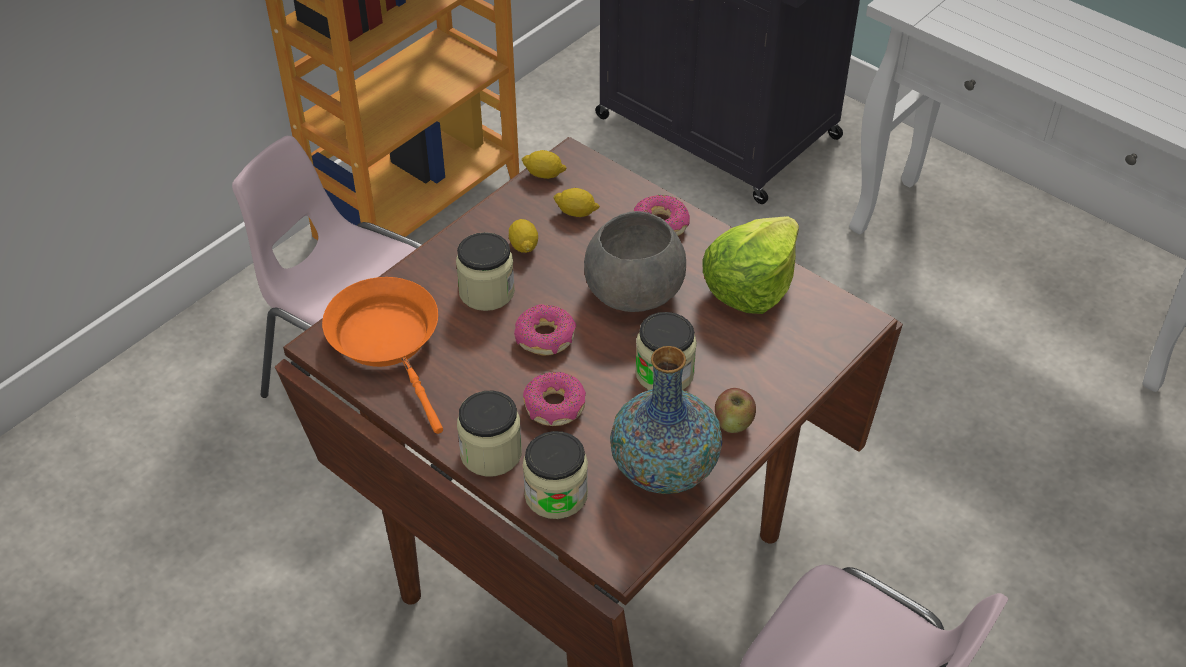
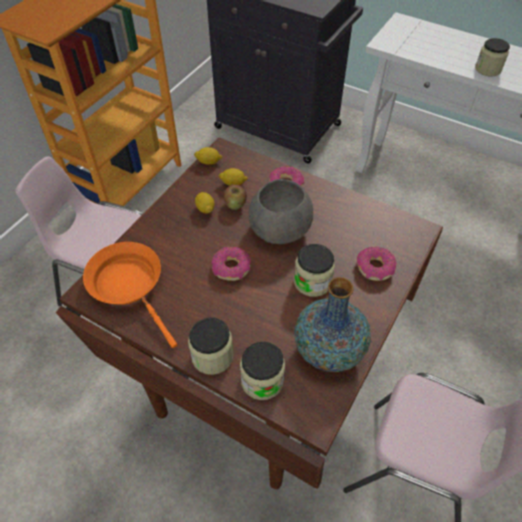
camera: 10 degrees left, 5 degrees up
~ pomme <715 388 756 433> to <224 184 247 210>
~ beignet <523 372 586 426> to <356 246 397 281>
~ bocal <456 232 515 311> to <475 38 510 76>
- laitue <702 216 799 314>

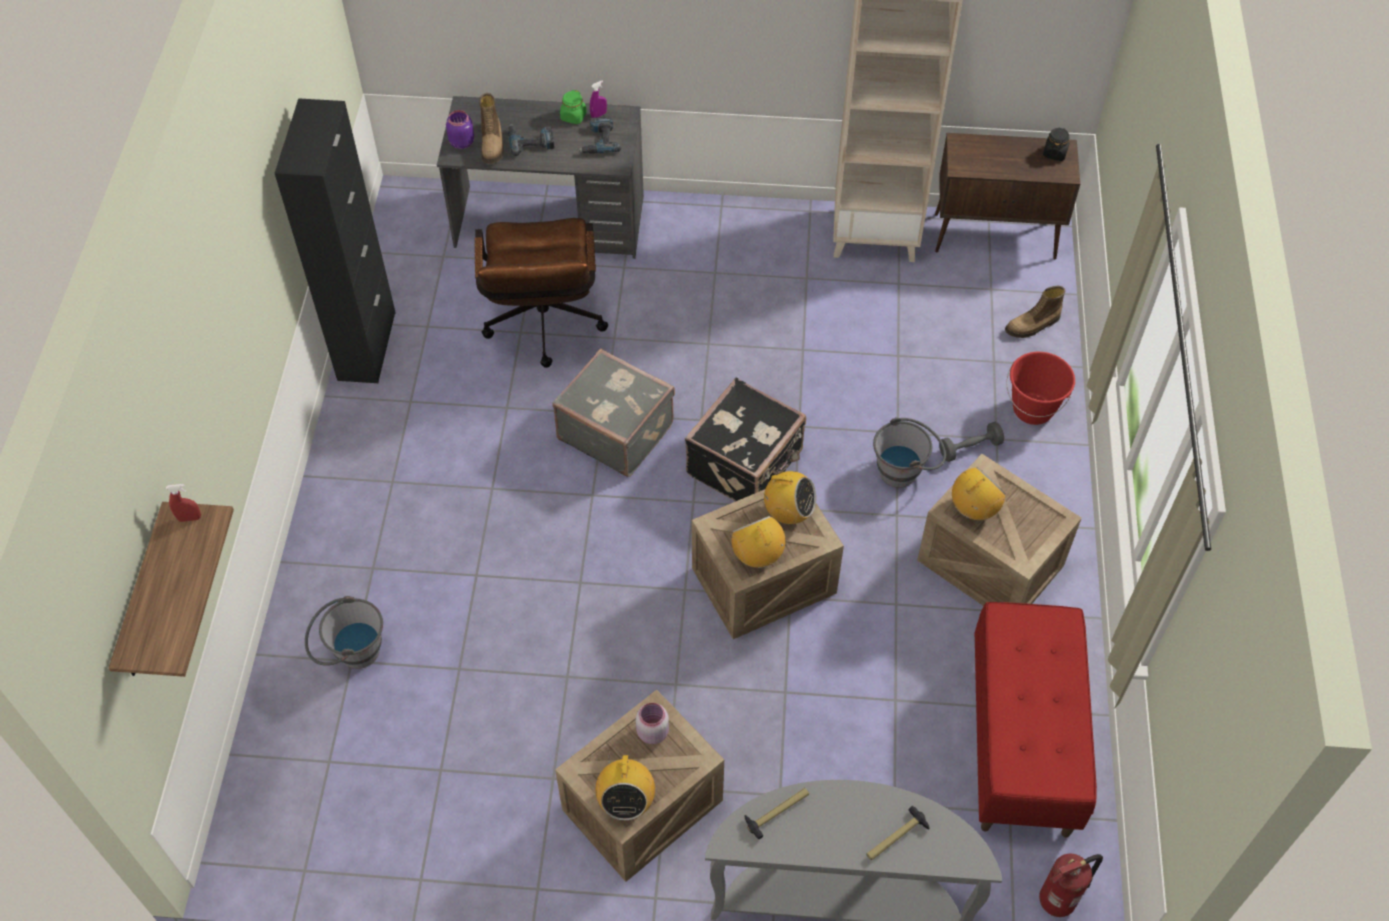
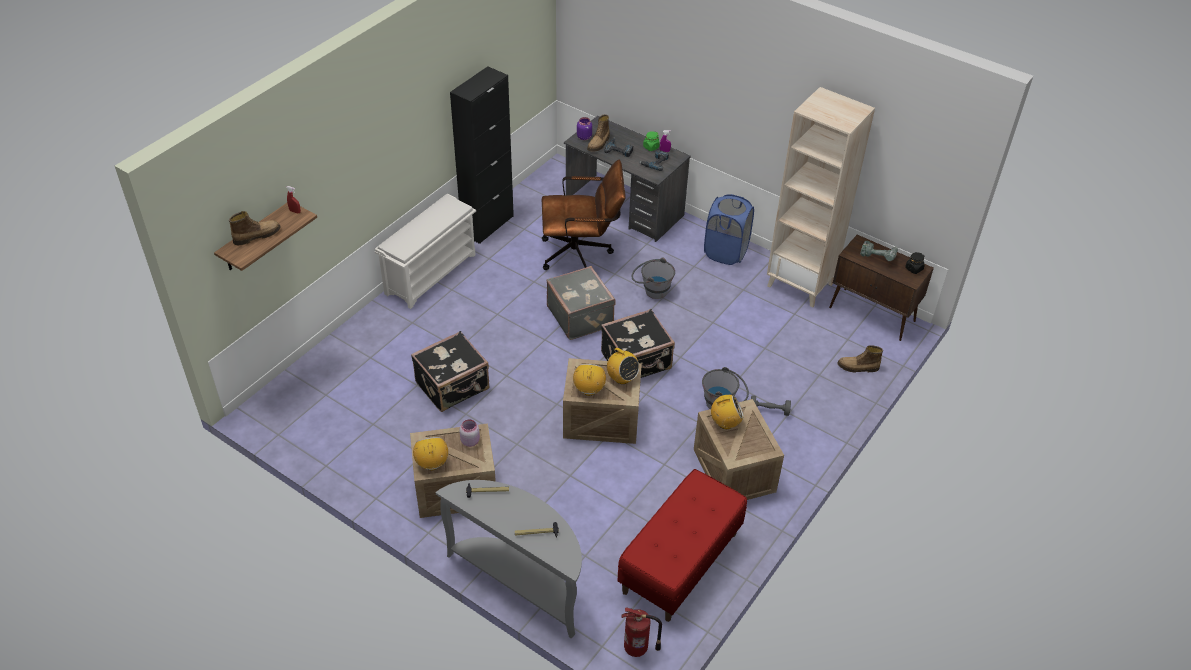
camera: 30 degrees right, 10 degrees down
+ botte <229 211 281 245>
+ étagère à chaussures [blanc] <375 194 476 309>
+ valise [noir] <411 331 489 412>
~ radio <595 750 655 820> = <413 437 448 470> 135 degrees clockwise
~ chaise de bureau [marron] <475 218 608 368> = <542 160 626 270> 120 degrees counterclockwise
~ seau [gris] <305 596 383 669> to <631 257 675 299>
+ panier à linge [bleu] <704 194 754 265>
+ perceuse <860 241 898 261>
- seau [rouge] <1006 352 1075 425>

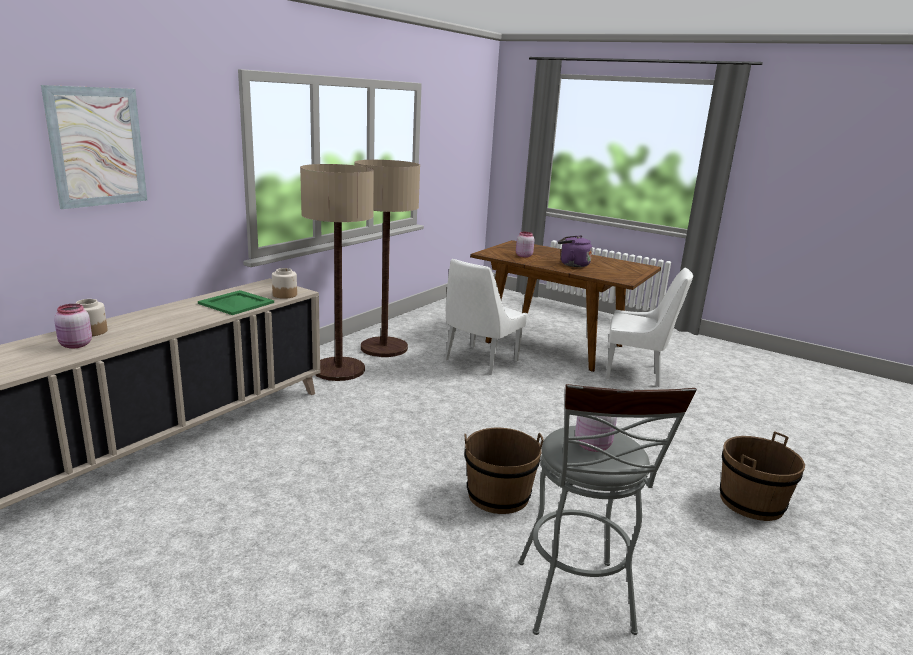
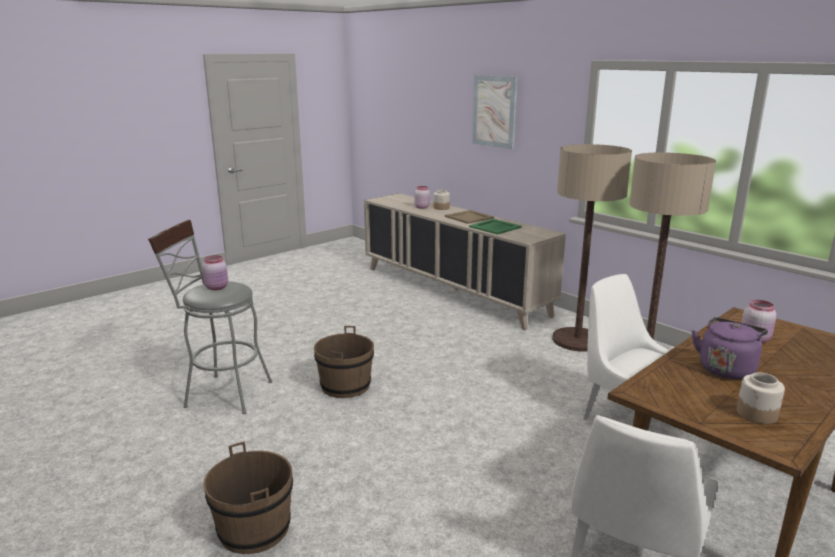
camera: 105 degrees right, 0 degrees up
+ plateau [beige] <445 210 494 224>
~ bocal <272 268 297 299> to <737 372 785 424>

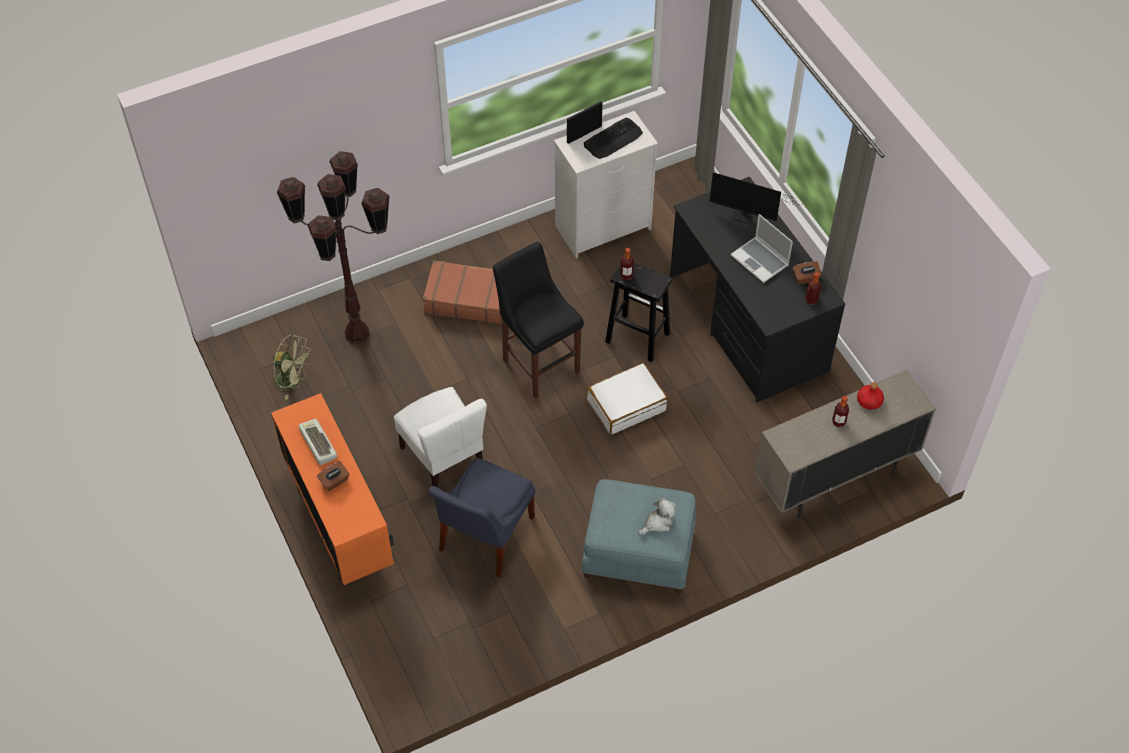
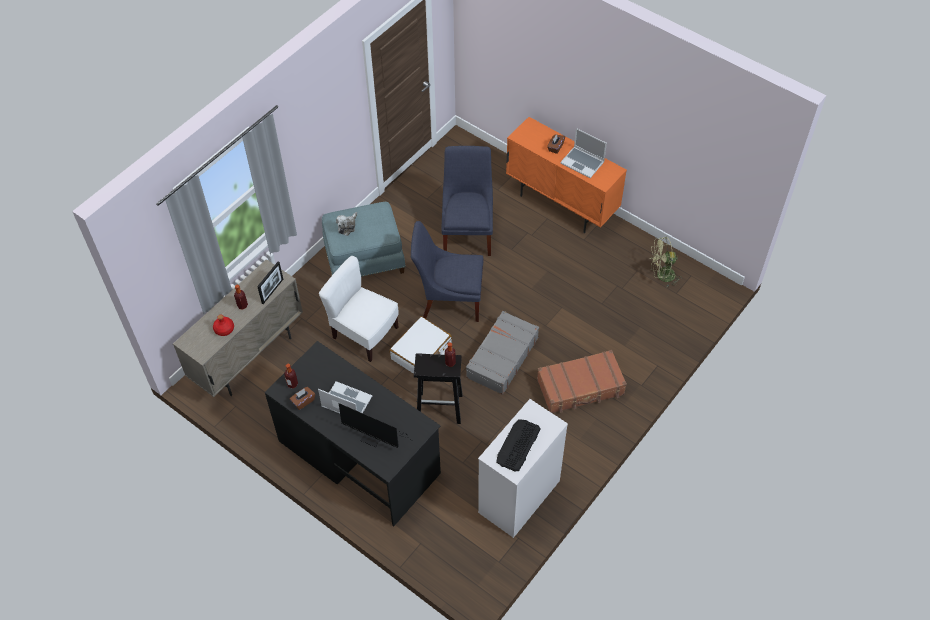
camera: 155 degrees right, 0 degrees up
~ cadre photo <567 101 602 144> to <257 262 283 304>
~ chaise [blanc] <394 387 487 488> to <319 256 398 362>
~ écran d'ordinateur <709 172 794 224> = <338 403 414 448> 150 degrees counterclockwise
+ chaise [bleu] <411 221 483 322>
~ tabouret [noir] <493 242 584 398> to valise [gris] <466 311 539 395>
~ clavier <299 419 337 465> to ordinateur portable <560 128 607 178>
- lampadaire [marron] <277 151 390 344>

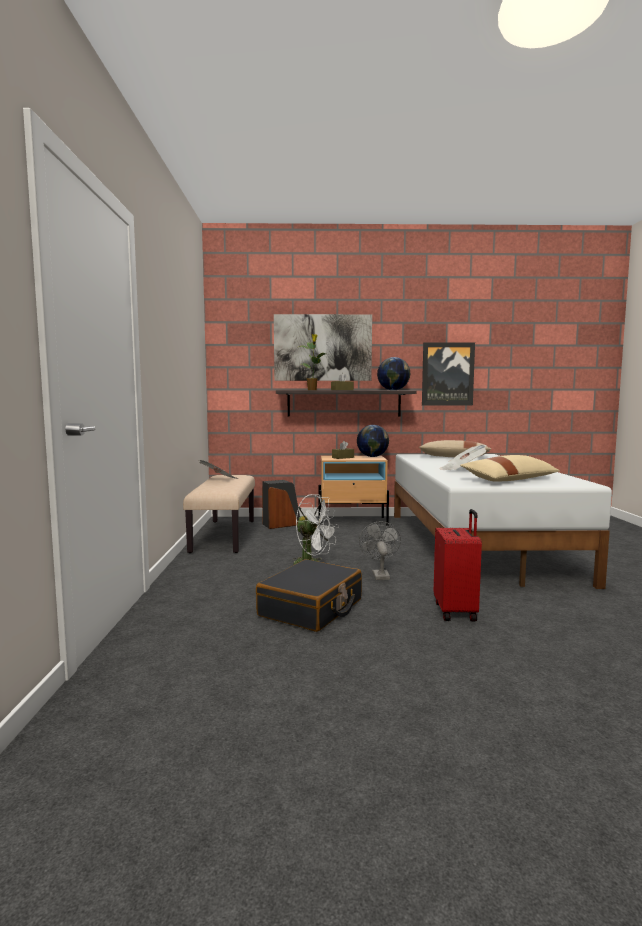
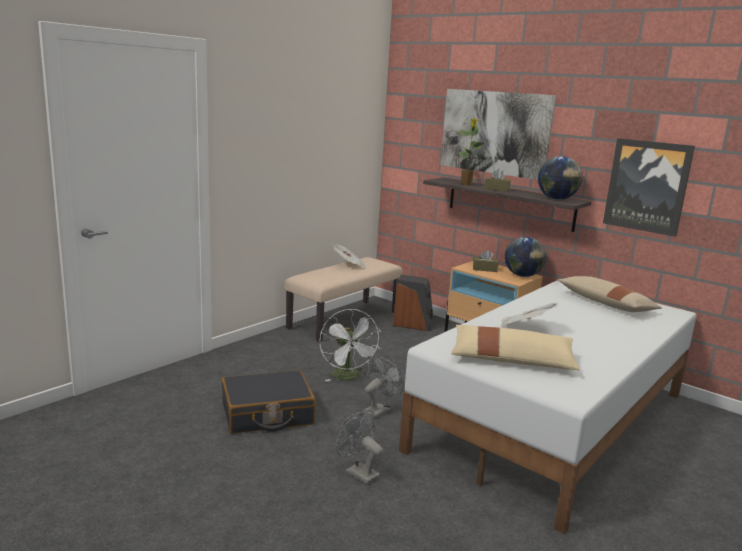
camera: 40 degrees right, 10 degrees up
~ valise [rouge] <434 509 482 621> to ventilateur [gris] <336 410 383 485>

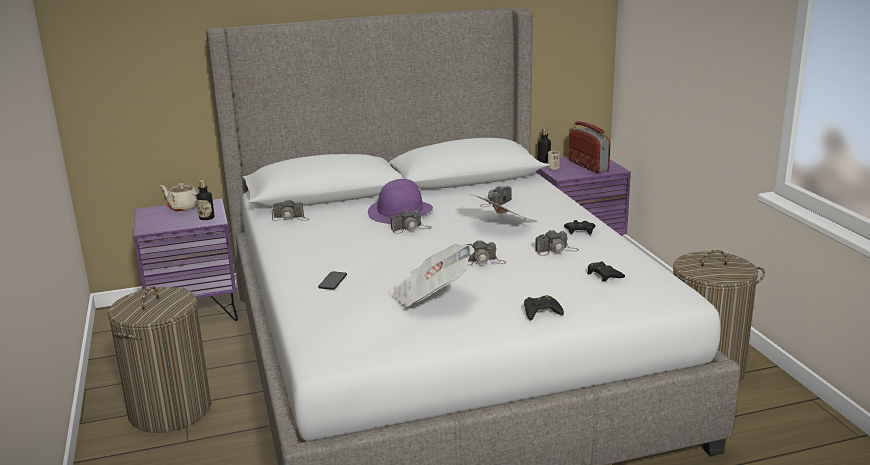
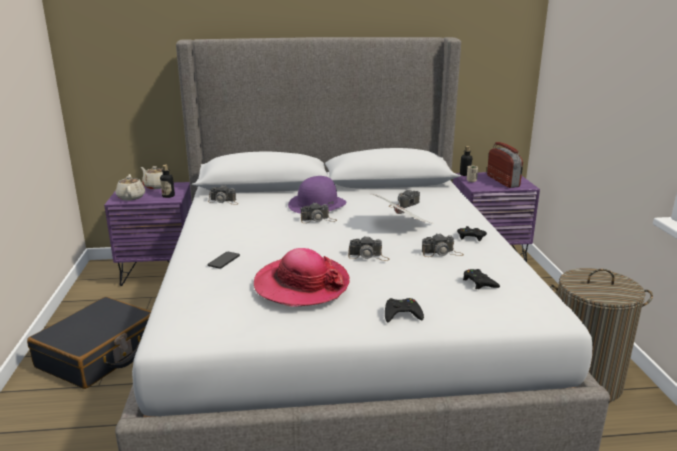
camera: 10 degrees right, 0 degrees up
~ panier à linge <108 286 211 433> to valise [noir] <27 297 151 389>
+ théière [beige] <116 174 145 201>
~ journal <388 244 475 307> to chapeau <254 248 350 307>

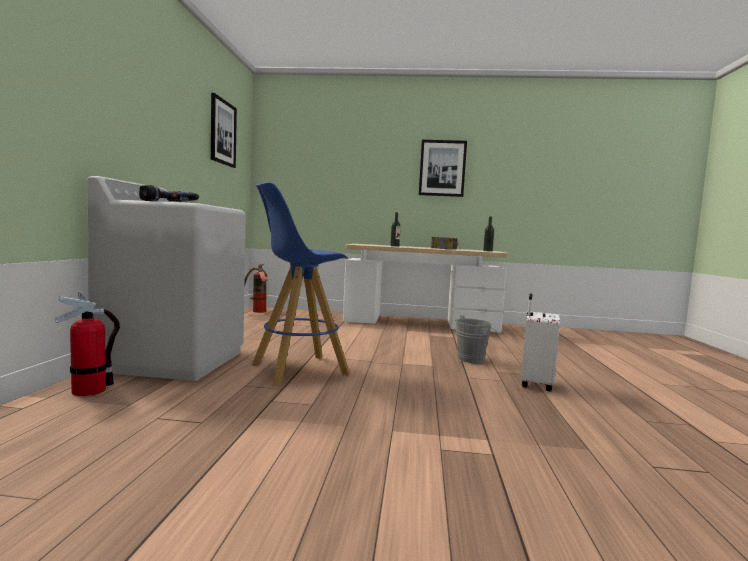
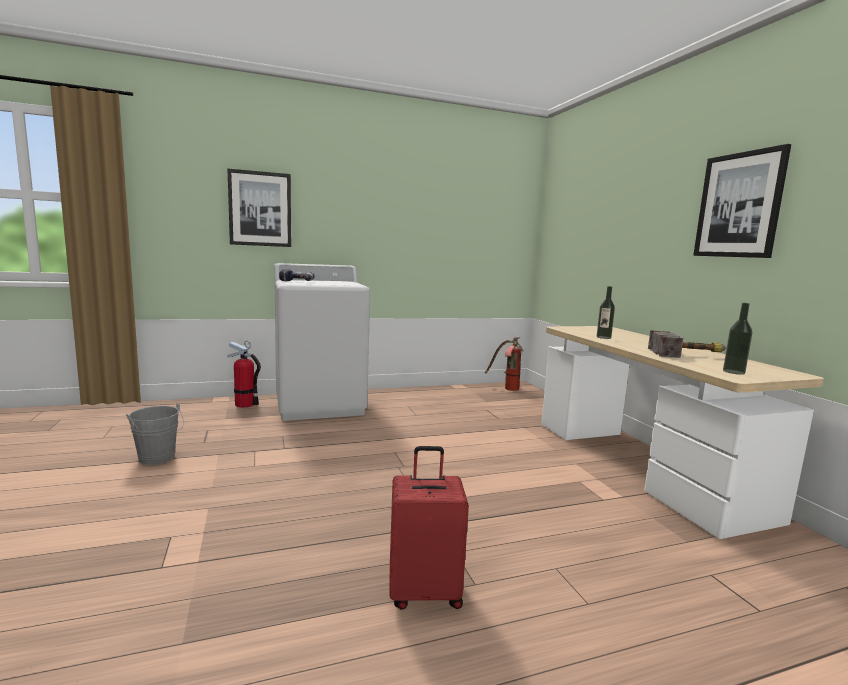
camera: 65 degrees right, 5 degrees up
~ seau [gris] <456 315 498 363> to <126 403 184 465>
~ tableau <211 93 237 168> to <227 168 291 247>
~ valise [blanc] <521 293 560 391> to valise [rouge] <389 446 469 609>
- tabouret [bleu] <251 182 350 385>

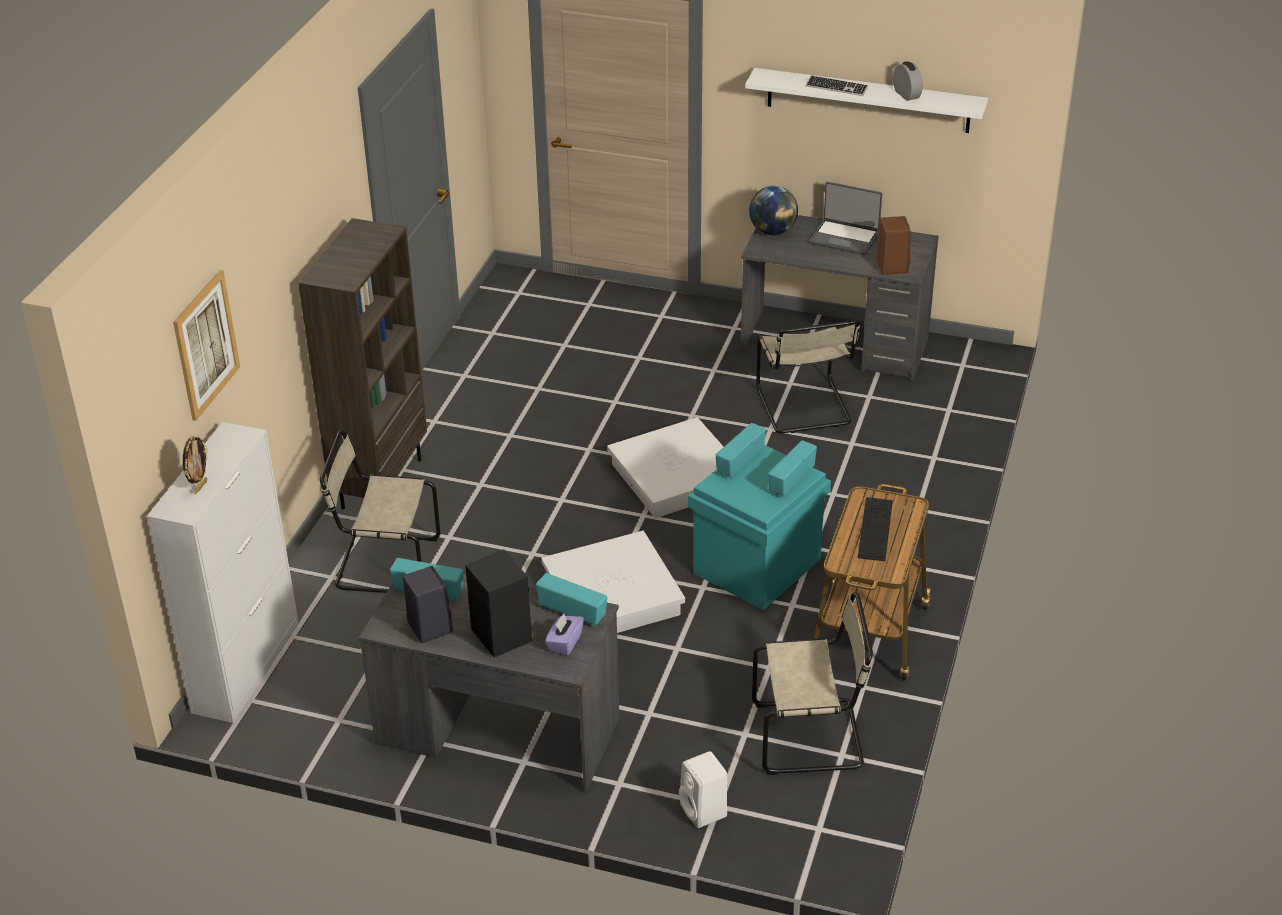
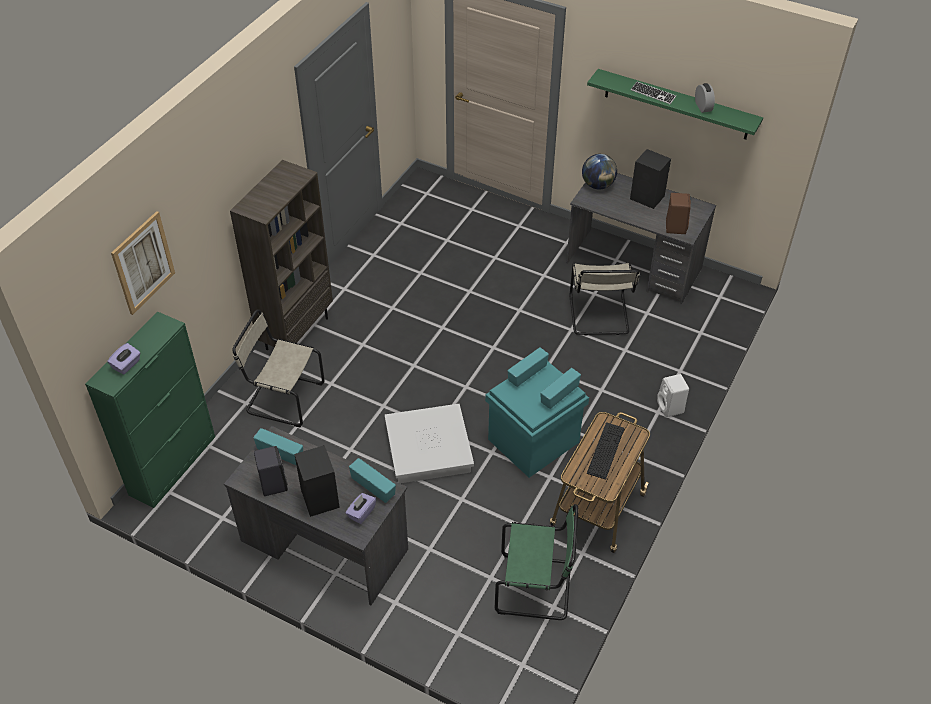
camera: 10 degrees right, 10 degrees up
~ meuble de rangement [blanc] <147 422 299 723> to meuble de rangement [vert] <85 312 215 508>
~ cadre photo <183 435 208 494> to boîte à mouchoirs [violet] <107 343 140 374>
~ chaise [beige] <752 592 873 775> to chaise [vert] <495 504 579 620>
~ étagère [blanc] <745 68 988 133> to étagère [vert] <587 69 763 139>
~ ordinateur portable <810 182 882 255> to enceinte [noir] <630 149 671 209>
~ enceinte [blanc] <679 751 727 828> to <657 374 689 417>
- boîte de rangement [blanc] <607 417 724 518>

